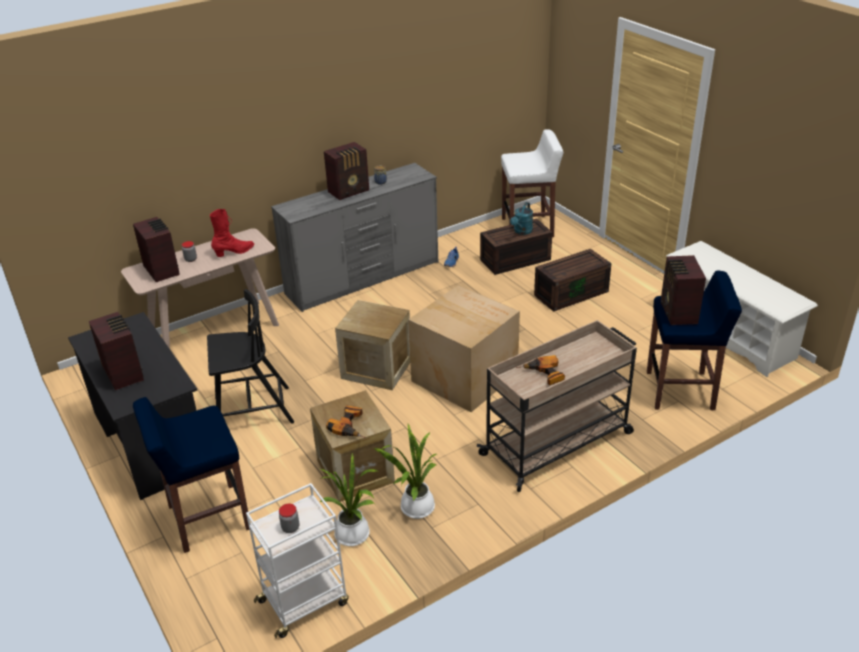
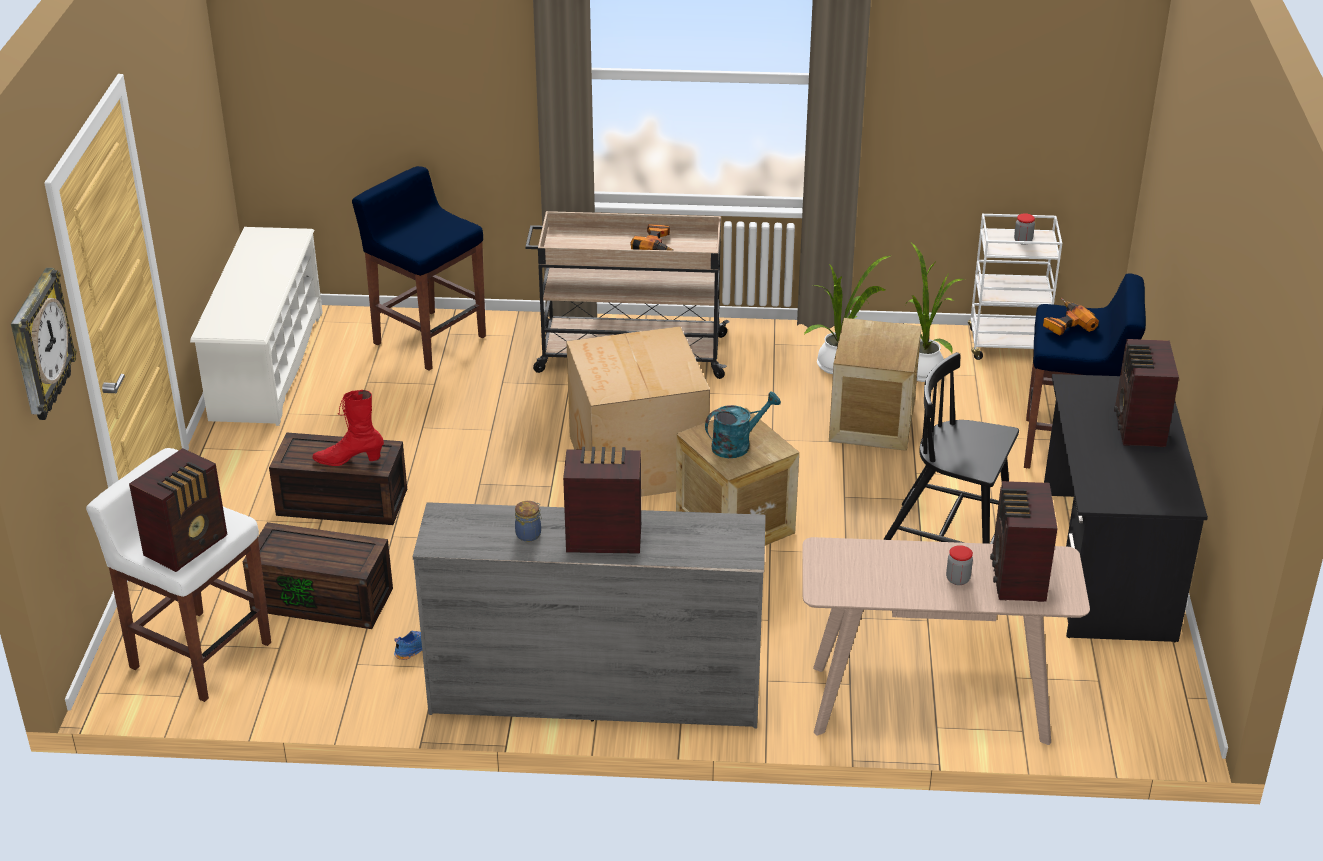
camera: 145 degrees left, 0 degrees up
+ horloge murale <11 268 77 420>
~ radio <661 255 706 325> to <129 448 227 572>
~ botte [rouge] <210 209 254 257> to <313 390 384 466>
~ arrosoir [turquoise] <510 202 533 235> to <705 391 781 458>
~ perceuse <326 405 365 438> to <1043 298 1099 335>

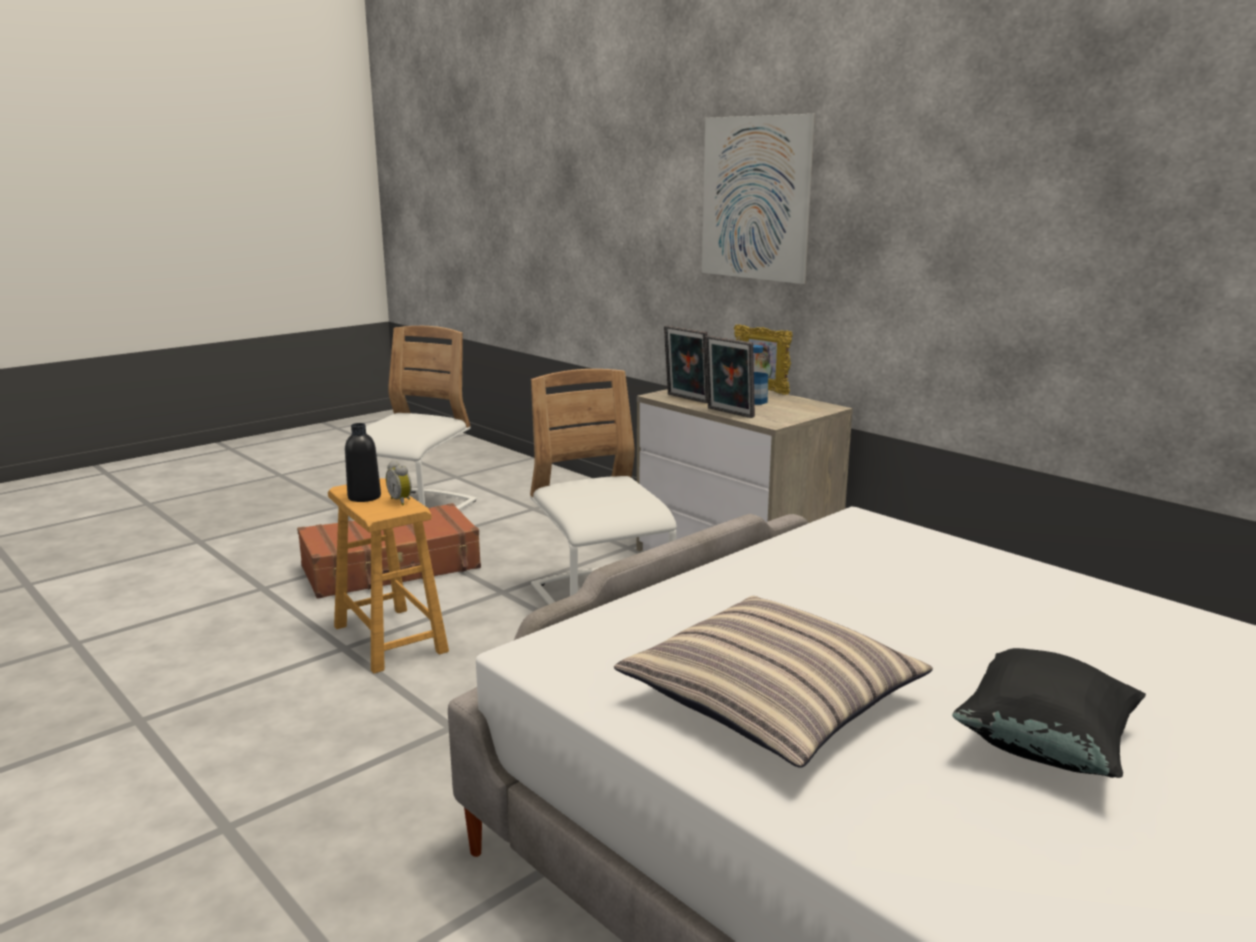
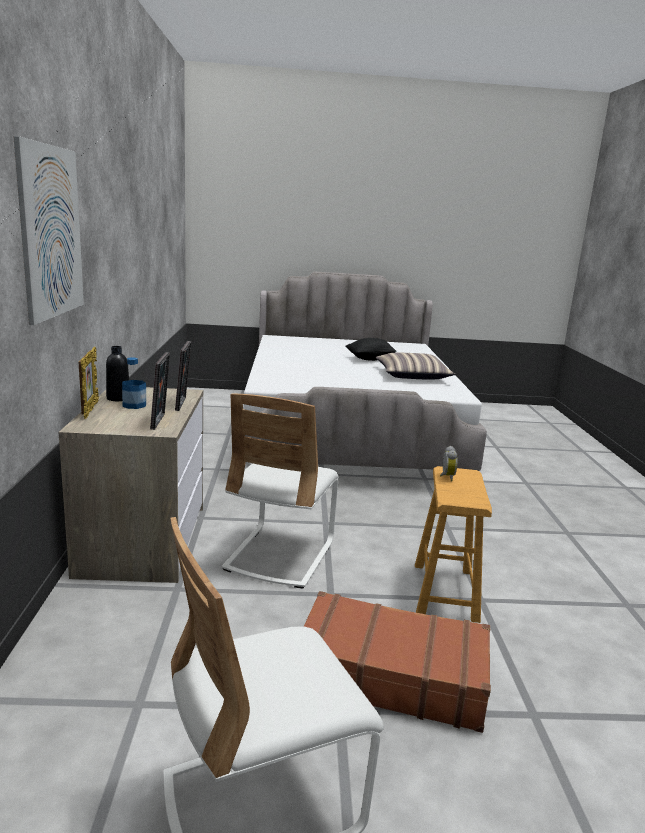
camera: 140 degrees left, 0 degrees up
~ bouteille [noir] <345 423 381 502> to <106 346 129 401>

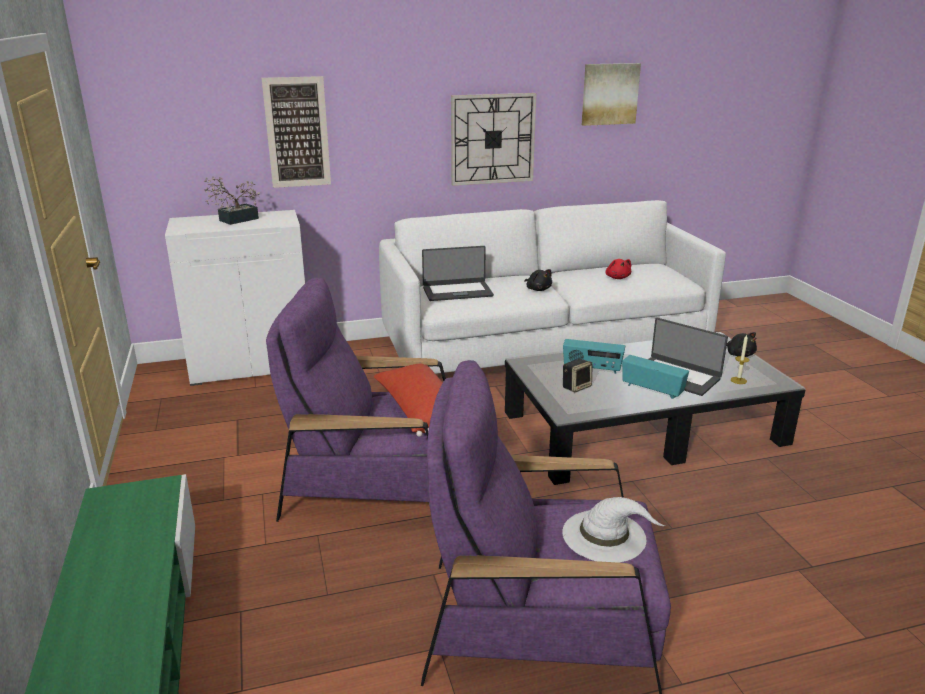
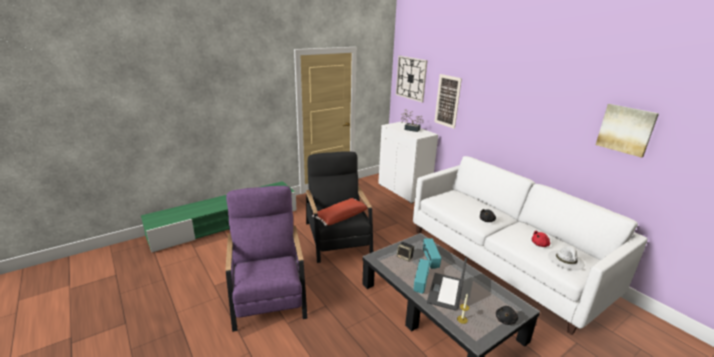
camera: 70 degrees right, 0 degrees up
~ fauteuil [violet] <266 277 446 522> to fauteuil [noir] <306 152 373 263>
~ horloge murale <451 93 536 186> to <396 56 427 102>
~ chapeau [blanc] <562 497 665 563> to <548 246 585 271>
- ordinateur portable <422 246 494 301>

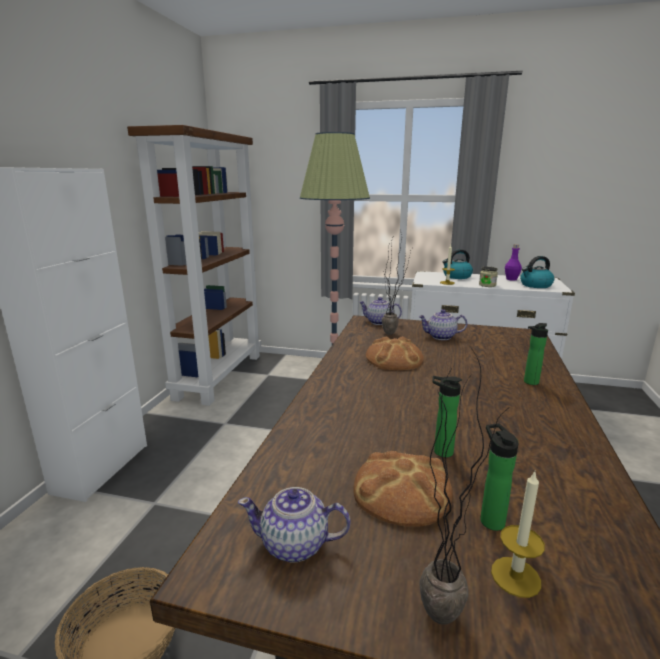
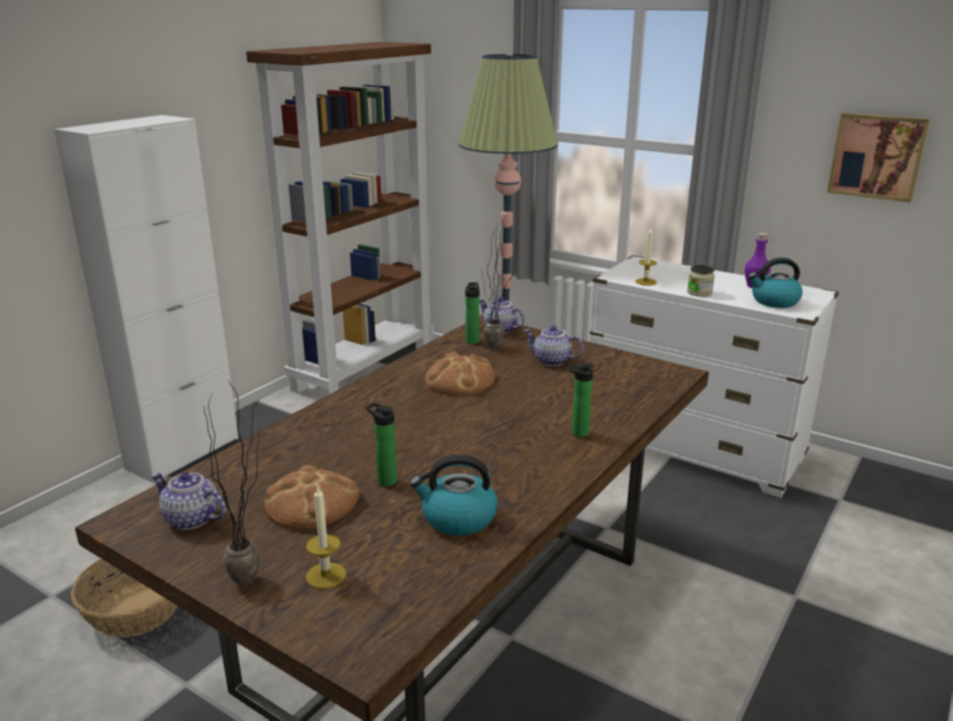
camera: 20 degrees right, 5 degrees up
~ bouilloire <442 249 473 279> to <410 455 498 536>
~ bouteille <480 423 519 531> to <465 282 479 344>
+ tableau <827 113 930 203>

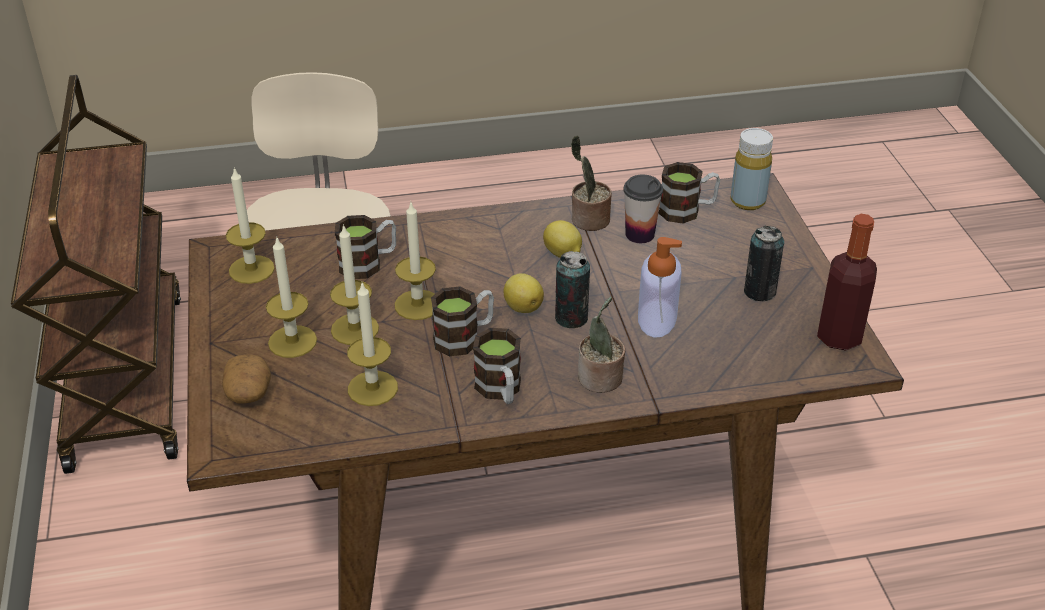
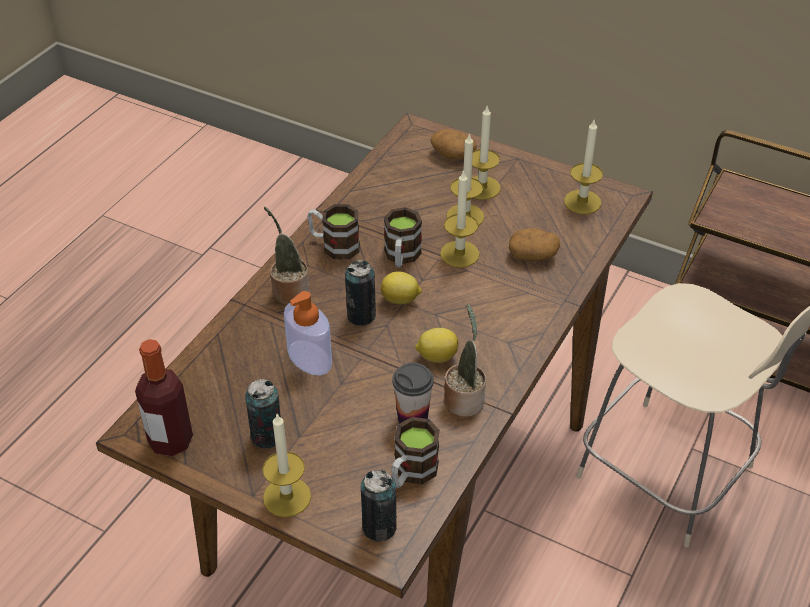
camera: 130 degrees right, 5 degrees up
~ bougie <347 283 398 406> to <263 414 311 517>
~ bouteille [jaune] <730 128 773 210> to boîte métallique <361 470 397 542>
~ mug <335 215 396 279> to pomme de terre <509 228 560 261>

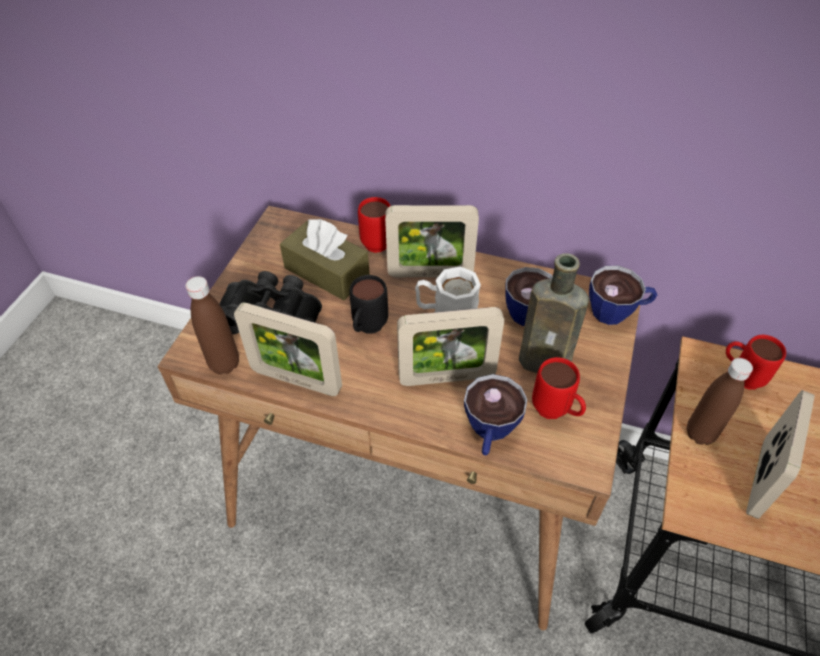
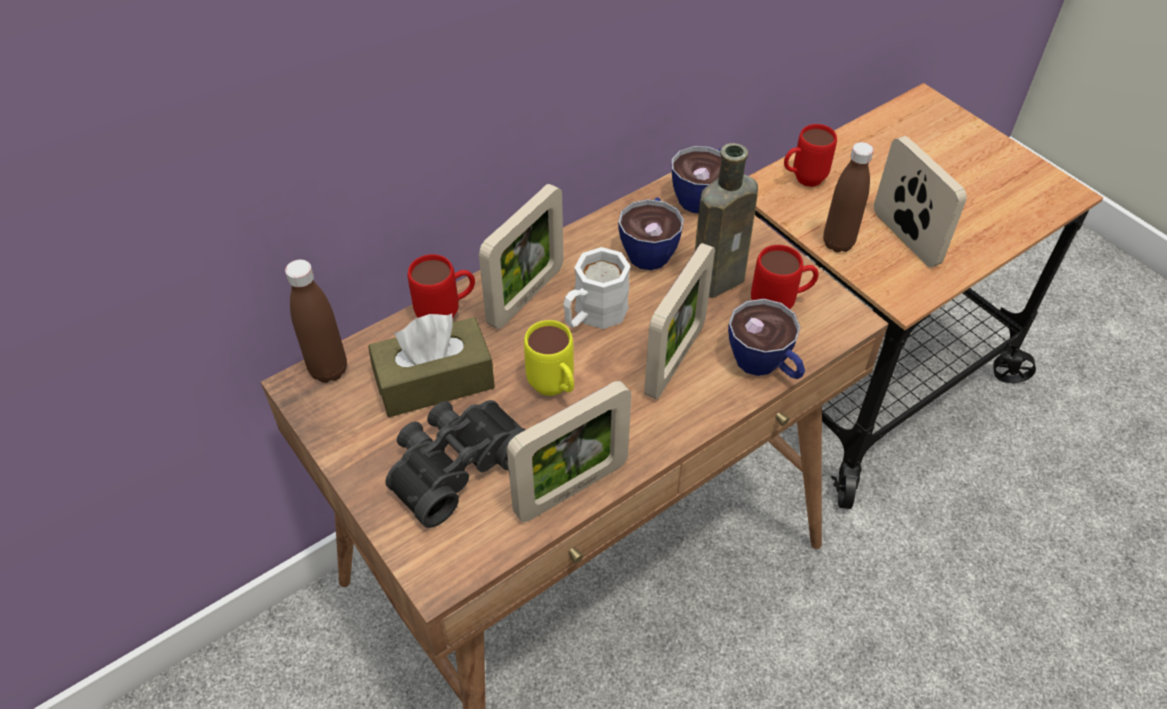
camera: 55 degrees left, 0 degrees up
~ bouteille [marron] <185 276 239 374> to <285 260 347 383>
~ mug [noir] <349 275 388 334> to mug [jaune] <524 320 574 396>

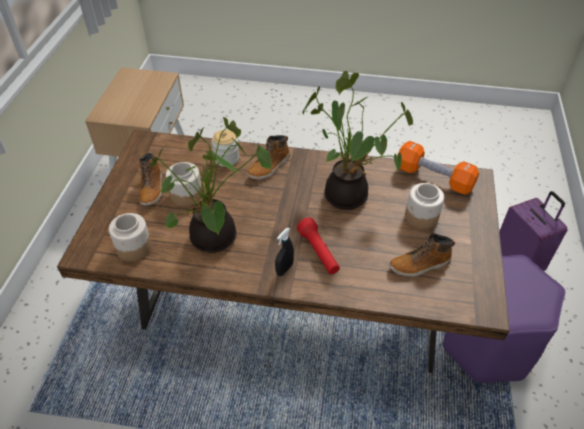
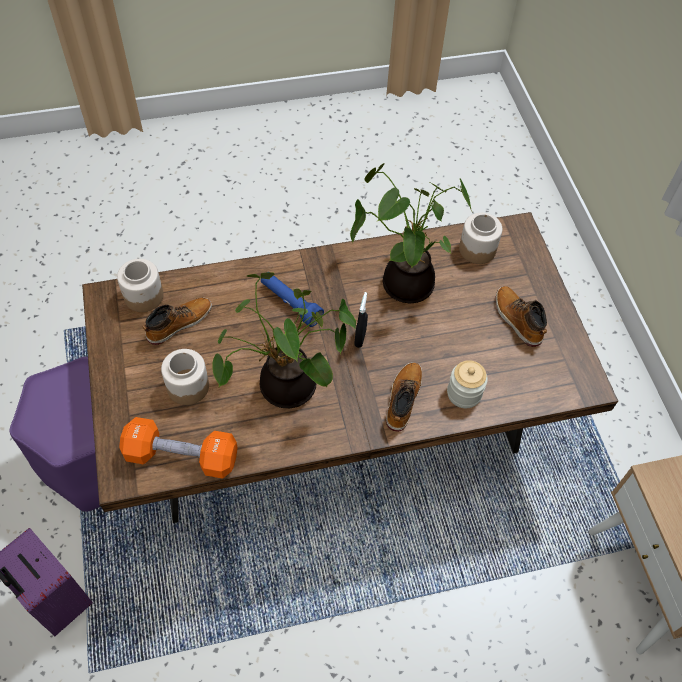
camera: 155 degrees right, 10 degrees up
~ bocal <166 162 203 206> to <117 259 164 312>
~ lampe de poche [rouge] <297 217 340 274> to lampe de poche [bleu] <261 275 324 327>
~ vaporisateur [noir] <275 228 294 276> to <355 292 368 348>

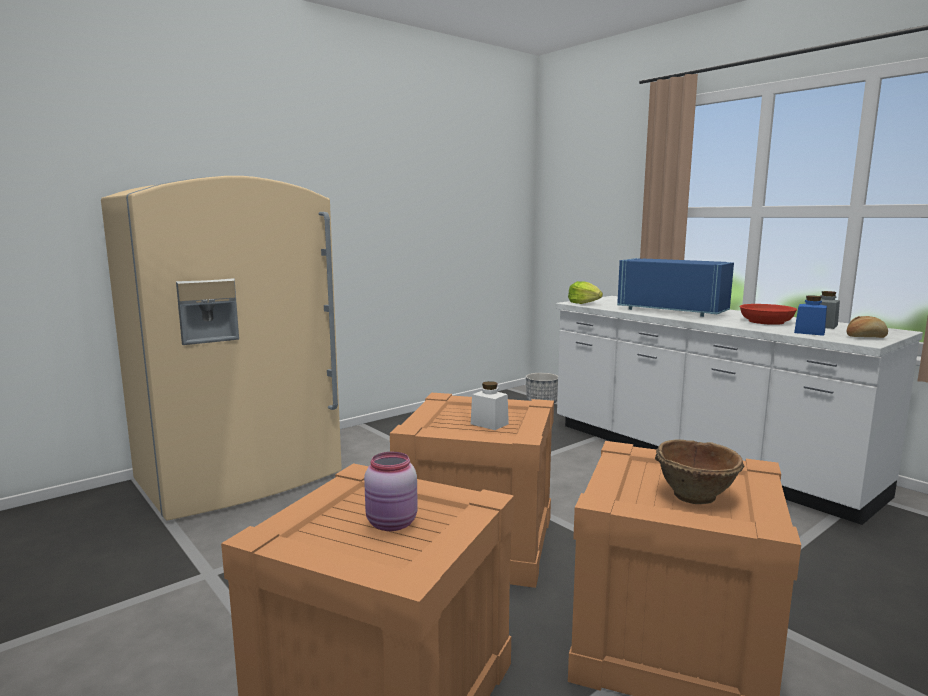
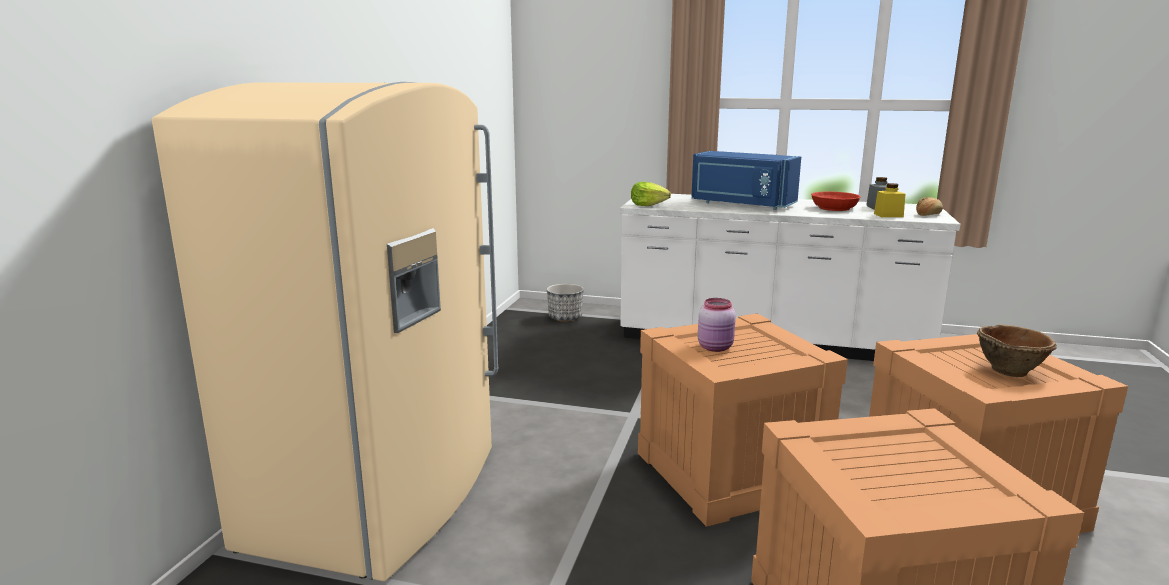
camera: 35 degrees left, 5 degrees up
~ micro-ondes [bleu] <617 258 734 317> = <691 151 801 210> 150 degrees counterclockwise
~ bocal [rose] <364 452 418 531> to <698 298 736 352>
~ bocal [bleu] <794 296 827 336> to bocal [jaune] <874 183 905 217>
- bocal [blanc] <471 381 509 430>

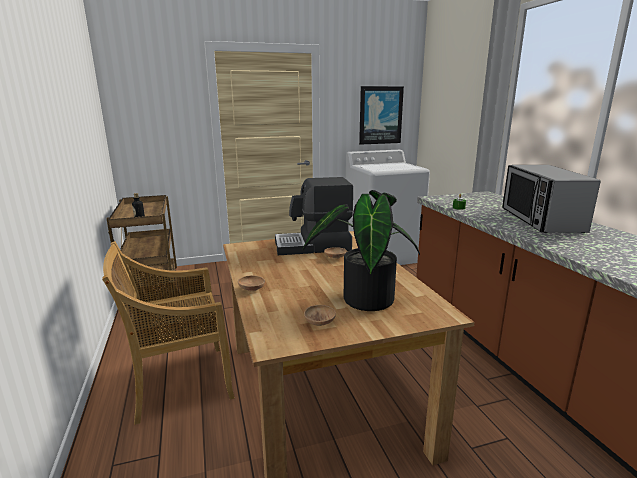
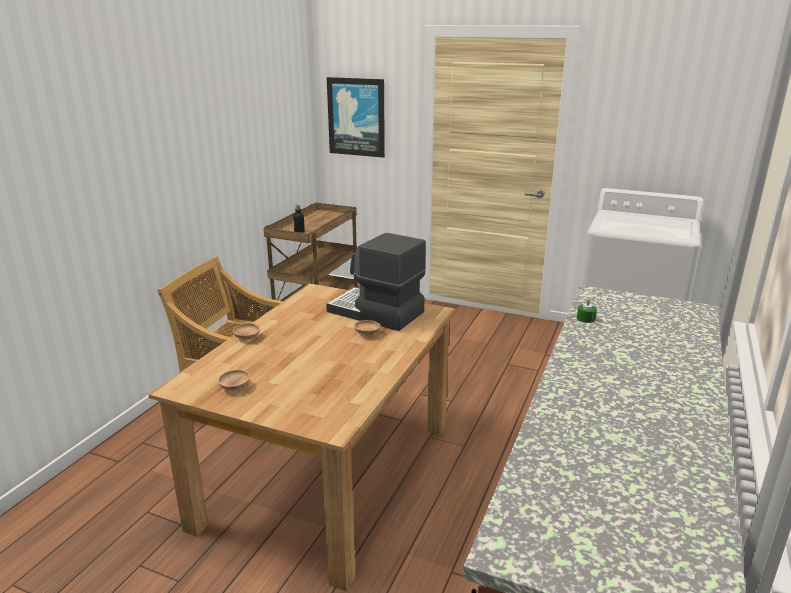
camera: 40 degrees right, 5 degrees up
~ tableau <359 86 404 145> to <327 77 385 158>
- plante en pot <303 190 420 311>
- micro-ondes <502 165 601 233>

